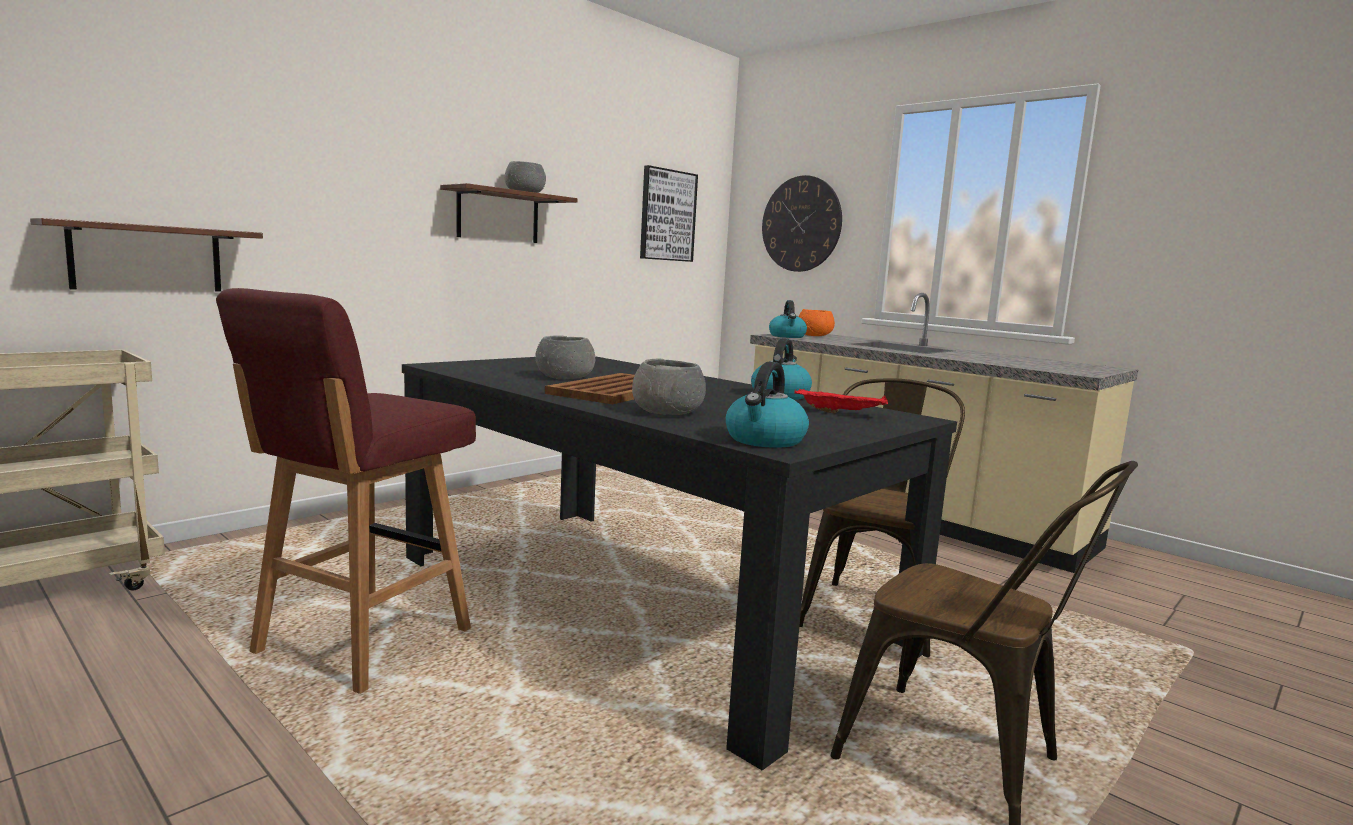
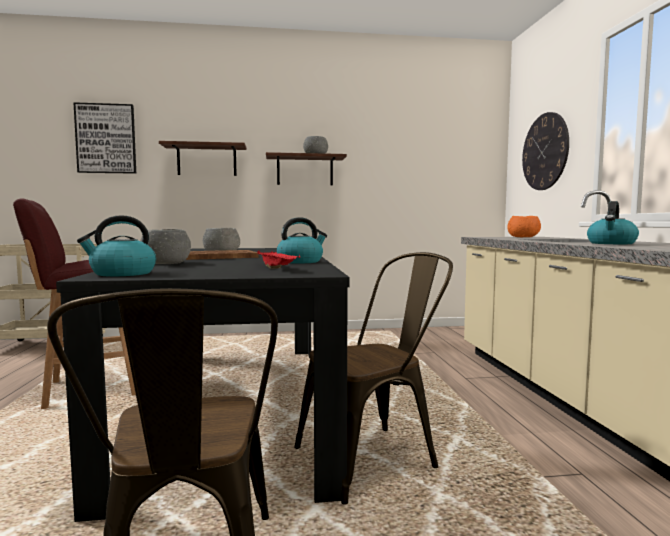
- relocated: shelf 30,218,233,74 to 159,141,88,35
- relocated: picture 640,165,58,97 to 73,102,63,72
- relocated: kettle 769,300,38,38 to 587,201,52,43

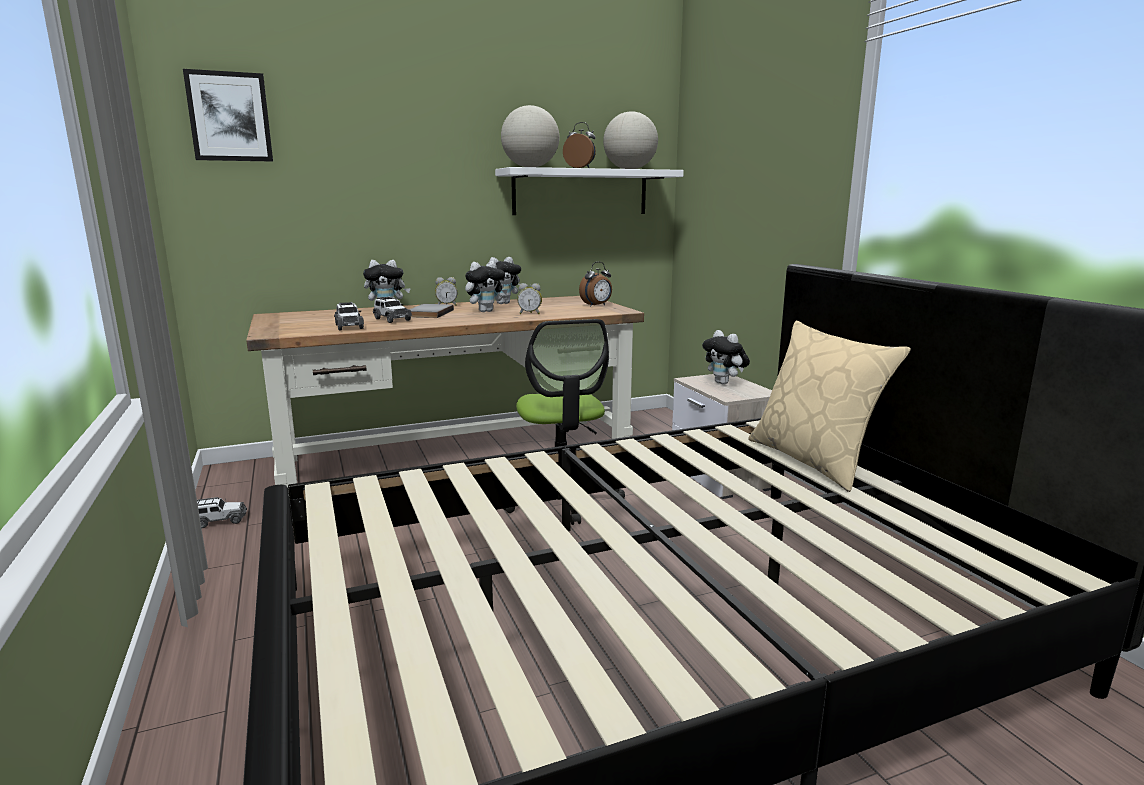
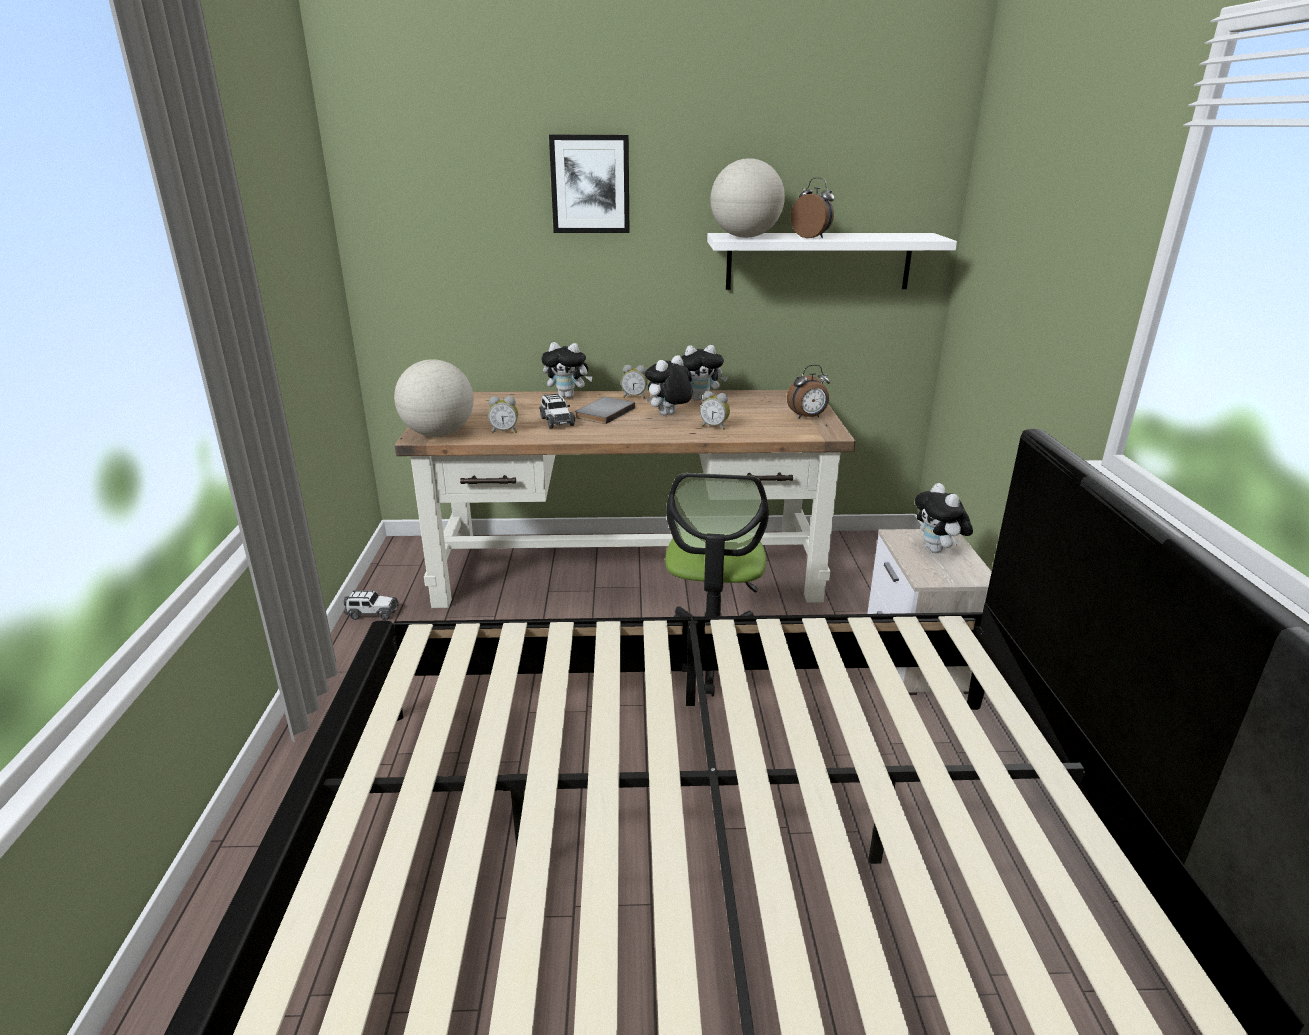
- relocated: picture 183,69,90,93 to 549,135,80,98
- exchanged: toy_car 334,302,30,28 to alarm_clock 488,396,30,37
- spun: plush_toy 465,261,42,51 = 645,355,48,61 150 degrees clockwise
- relocated: globe 603,111,55,58 to 394,359,80,78
- missing: beige_pillow 748,321,163,171

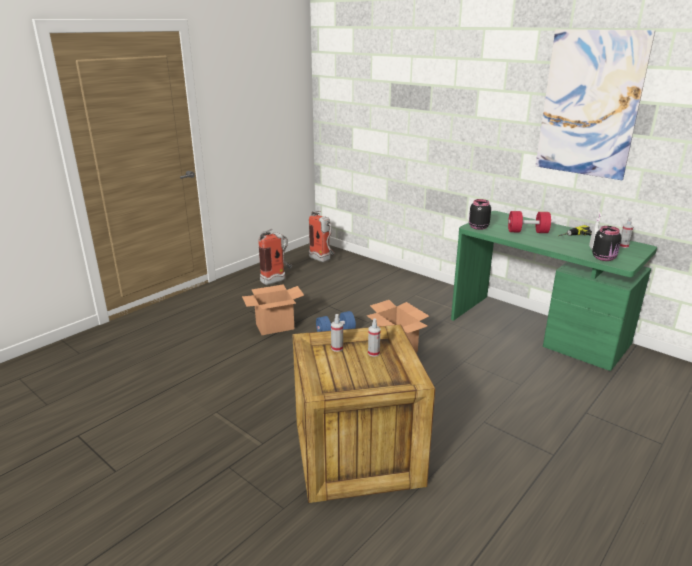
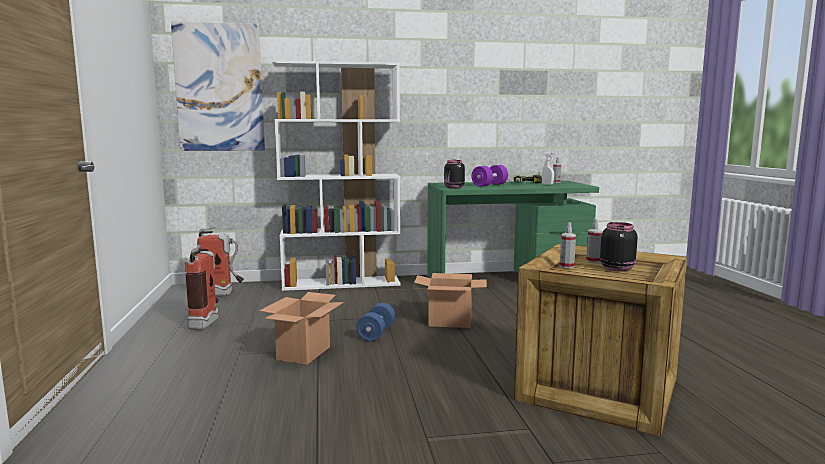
- colour: red_dumbbell 508,211,43,22 to purple_dumbbell 471,165,37,22
- relocated: picture 535,29,120,151 to 171,21,94,130
- relocated: black_jar 592,226,29,35 to 600,222,38,49
- appeared: white_bookcase 272,60,129,231

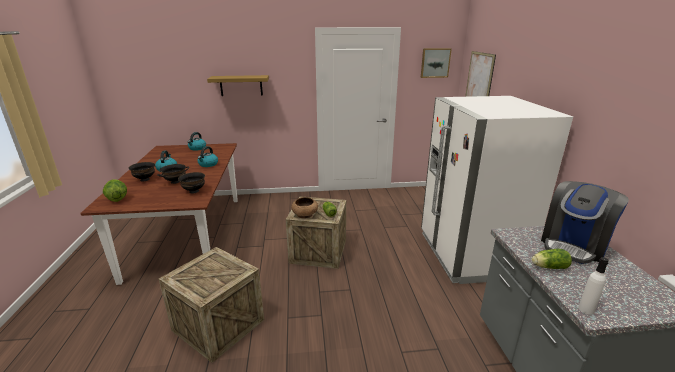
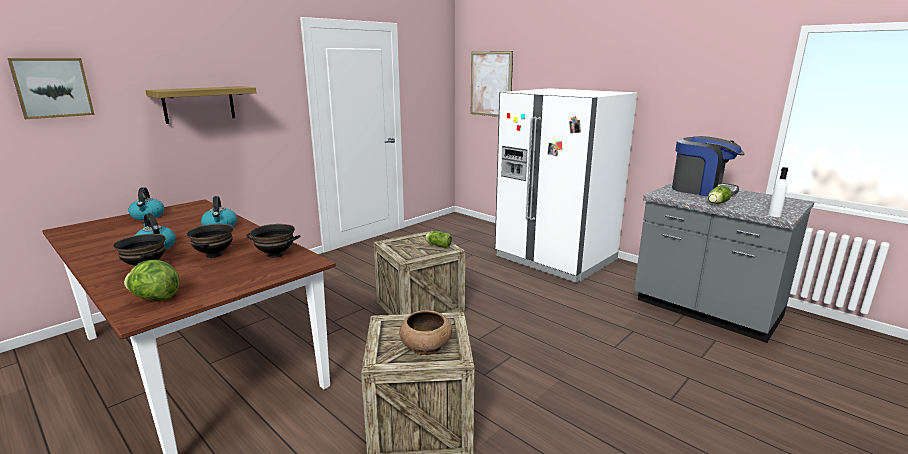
- relocated: brown_bowl 291,197,27,22 to 399,310,53,45
- relocated: picture 421,48,31,30 to 7,58,88,61
- spun: coffee_machine 541,181,88,83 = 672,136,73,61 60 degrees counterclockwise

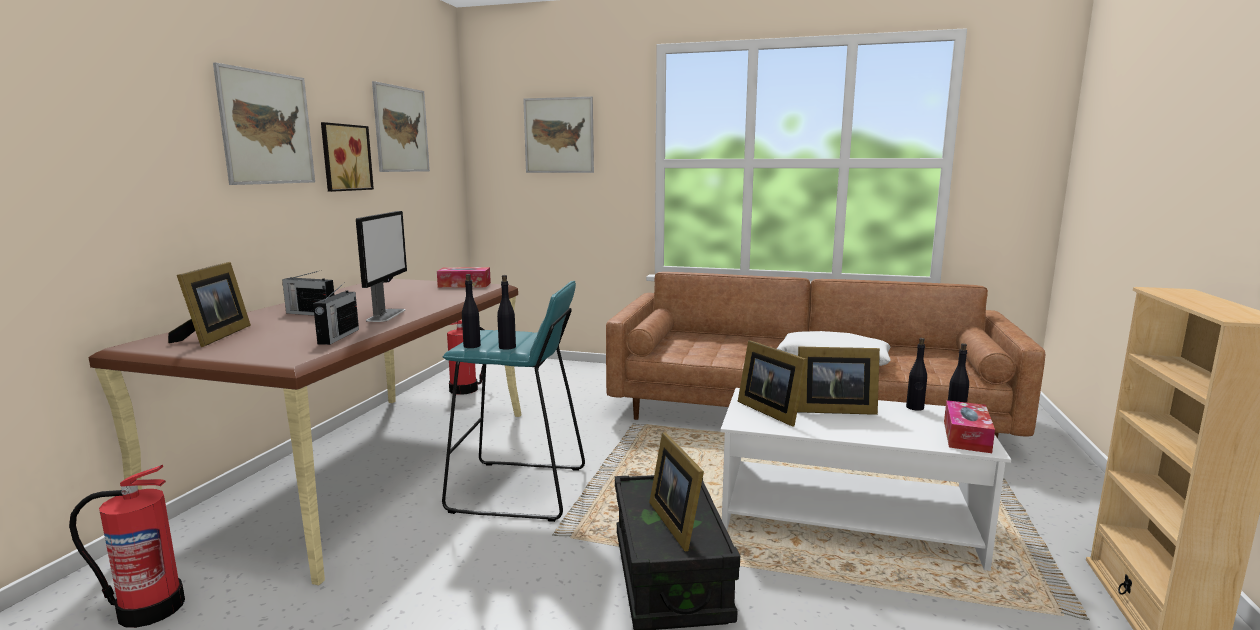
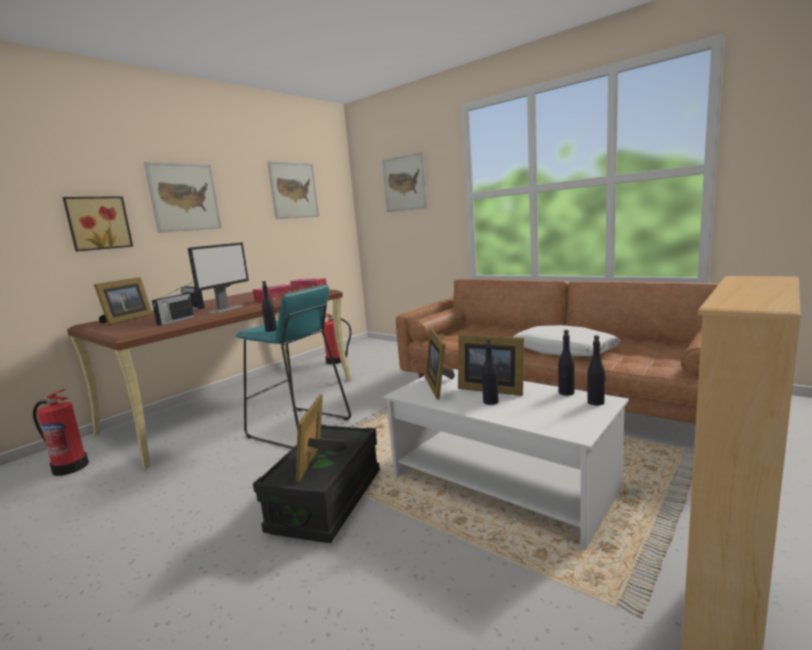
- relocated: picture 321,122,53,70 to 63,196,70,56
- relocated: black_bottle 462,274,19,74 to 482,338,17,67
- relocated: tissue_box 944,400,51,53 to 253,284,41,19

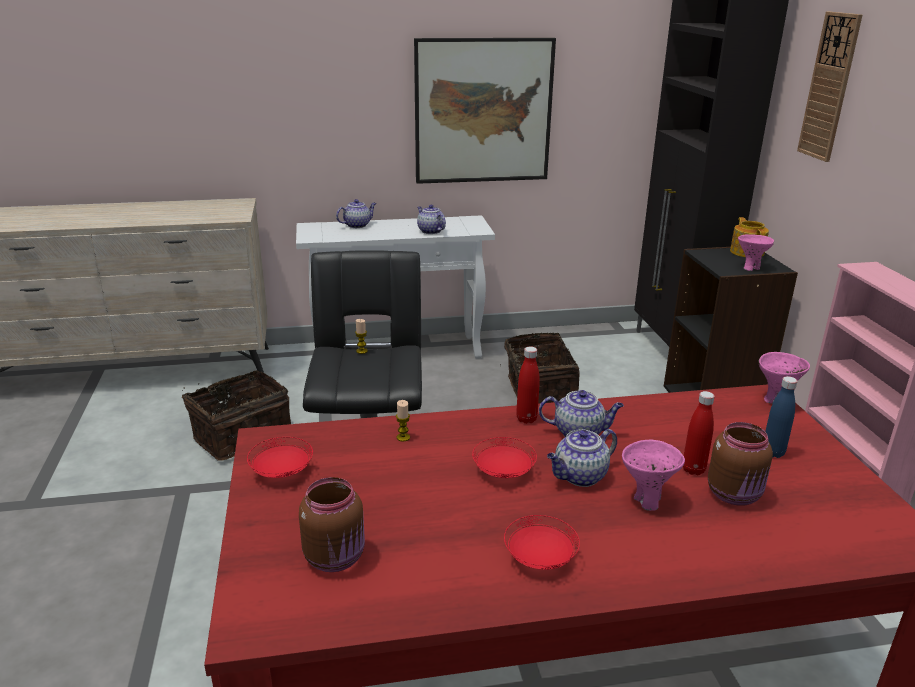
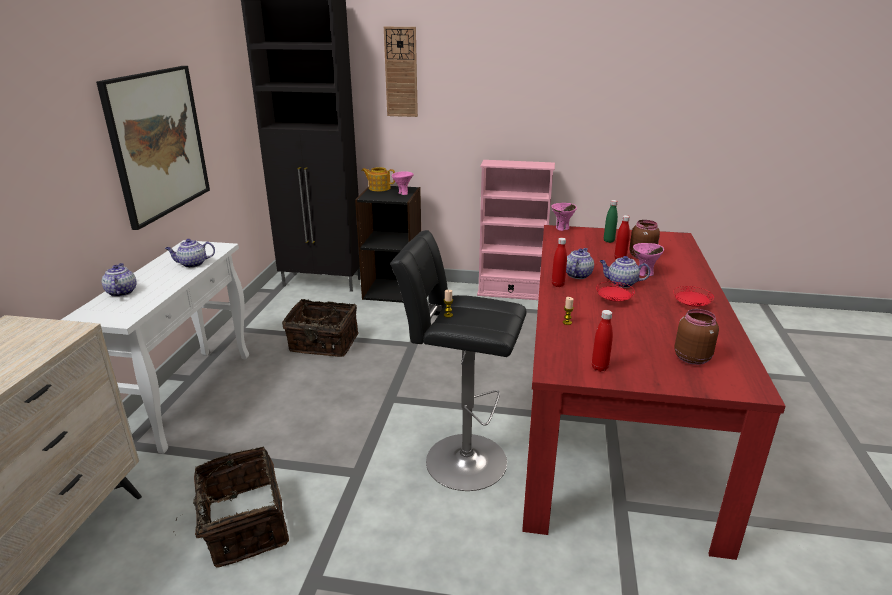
- exchanged: red_plate 247,437,66,41 to red_bottle 592,310,21,62
- spun: teapot 547,429,70,58 = 600,256,51,32 120 degrees clockwise
- colour: blue_bottle 765,376,32,82 to green_bottle 604,200,14,43

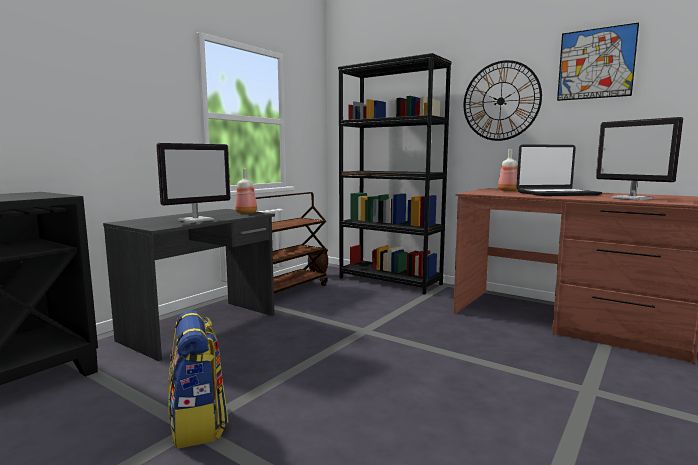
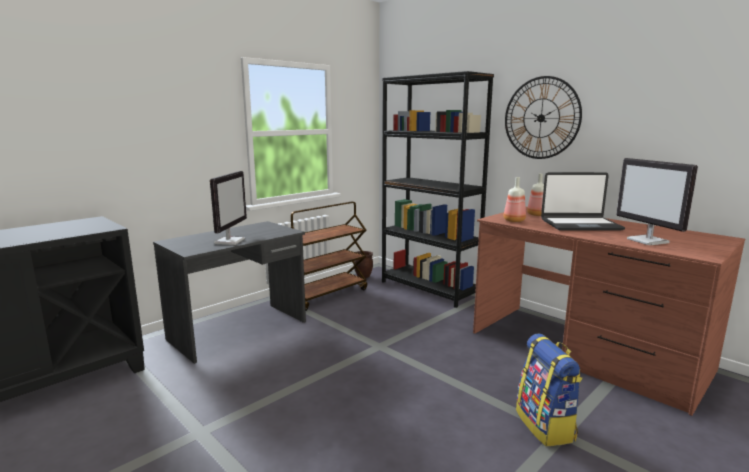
- spun: monitor 156,143,74,80 = 210,171,37,74 45 degrees counterclockwise
- relocated: backpack 168,310,60,139 to 516,334,67,112
- relocated: bottle 235,169,22,45 to 504,177,22,45
- missing: picture 557,23,82,78

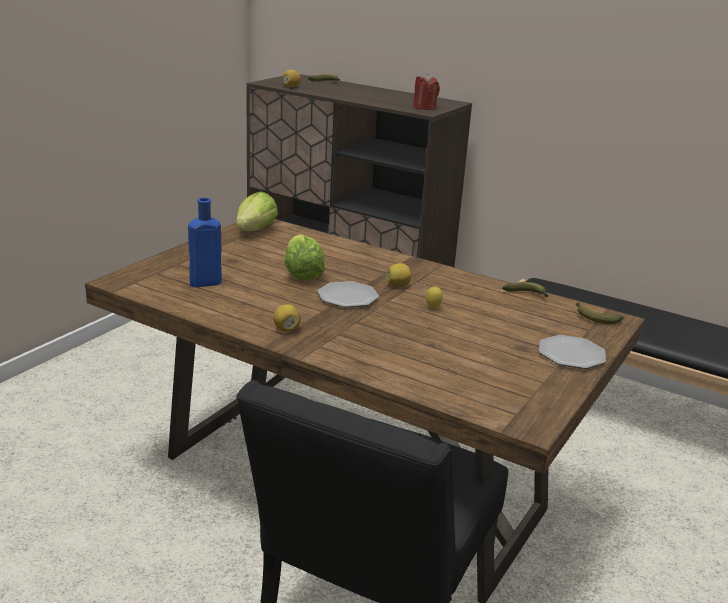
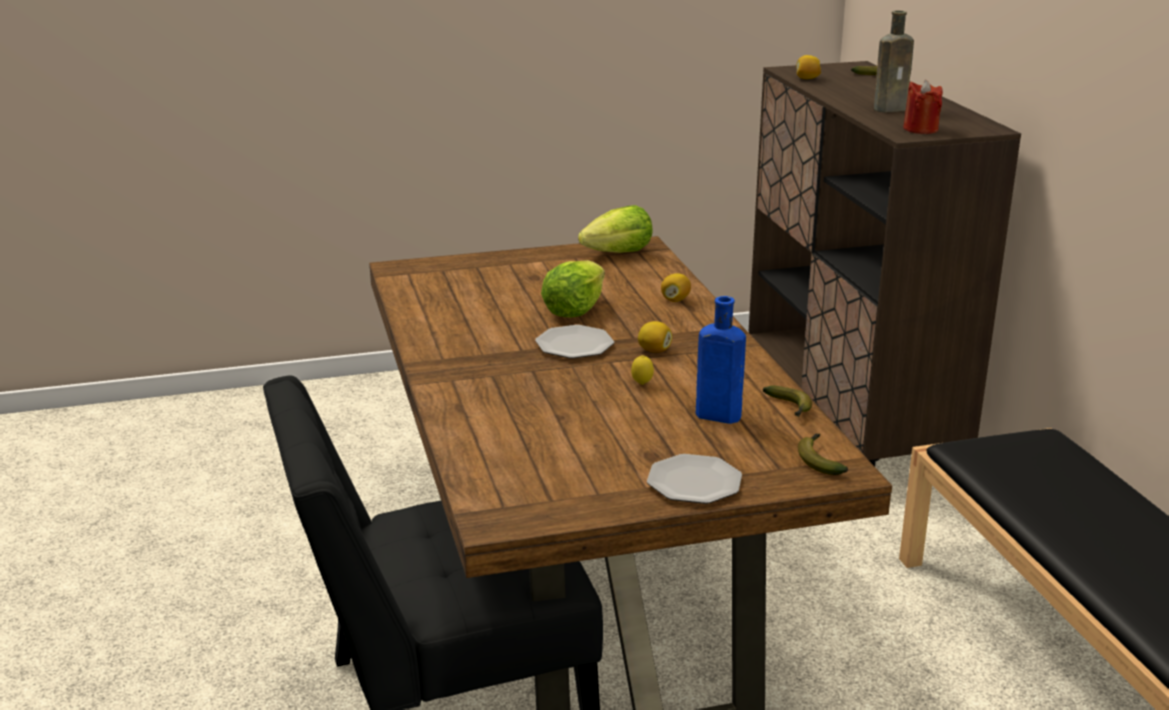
- relocated: blue_bottle 188,198,34,89 to 696,296,50,128
- relocated: lemon 273,305,28,27 to 661,273,30,29
- appeared: brown_bottle 874,10,40,103

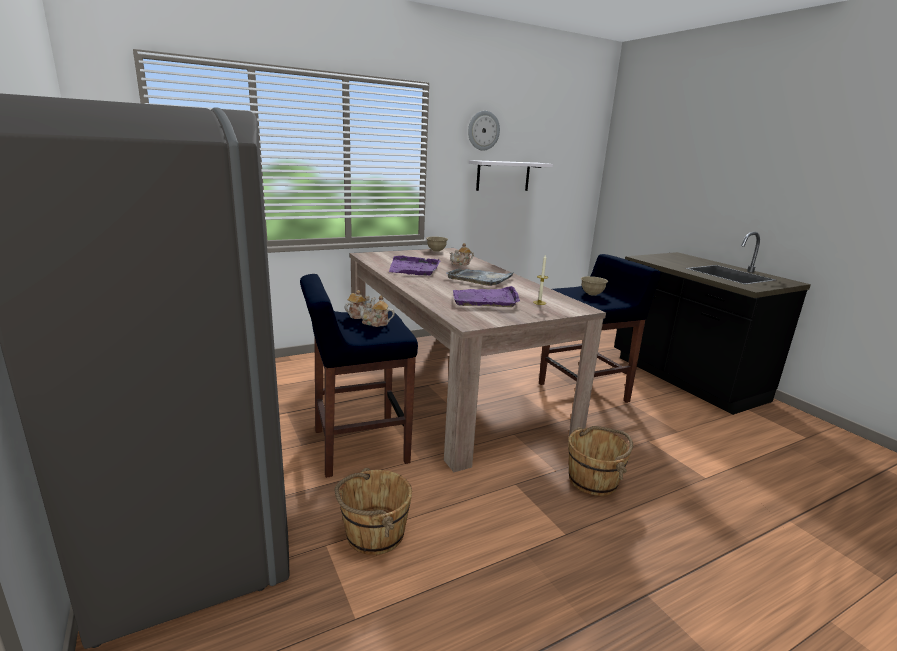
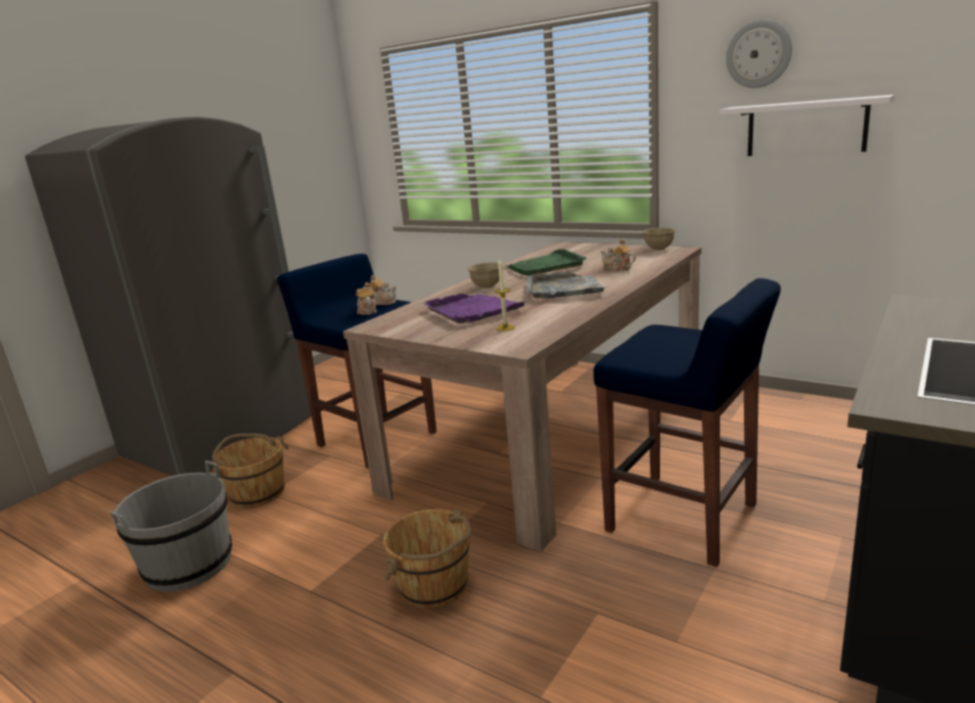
- colour: purple_tray 389,256,51,19 to green_tray 505,249,81,27
- relocated: beige_bowl 581,276,27,20 to 467,262,36,26
- appeared: grey_bucket 110,461,122,131

